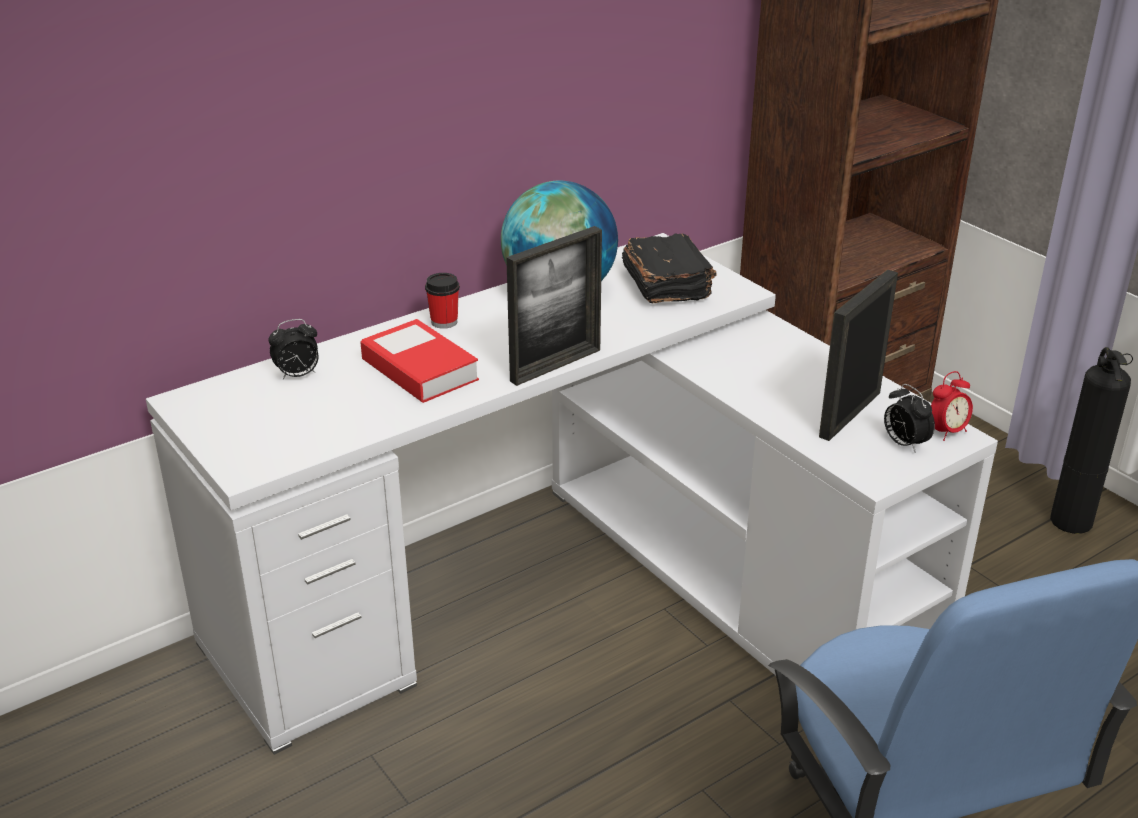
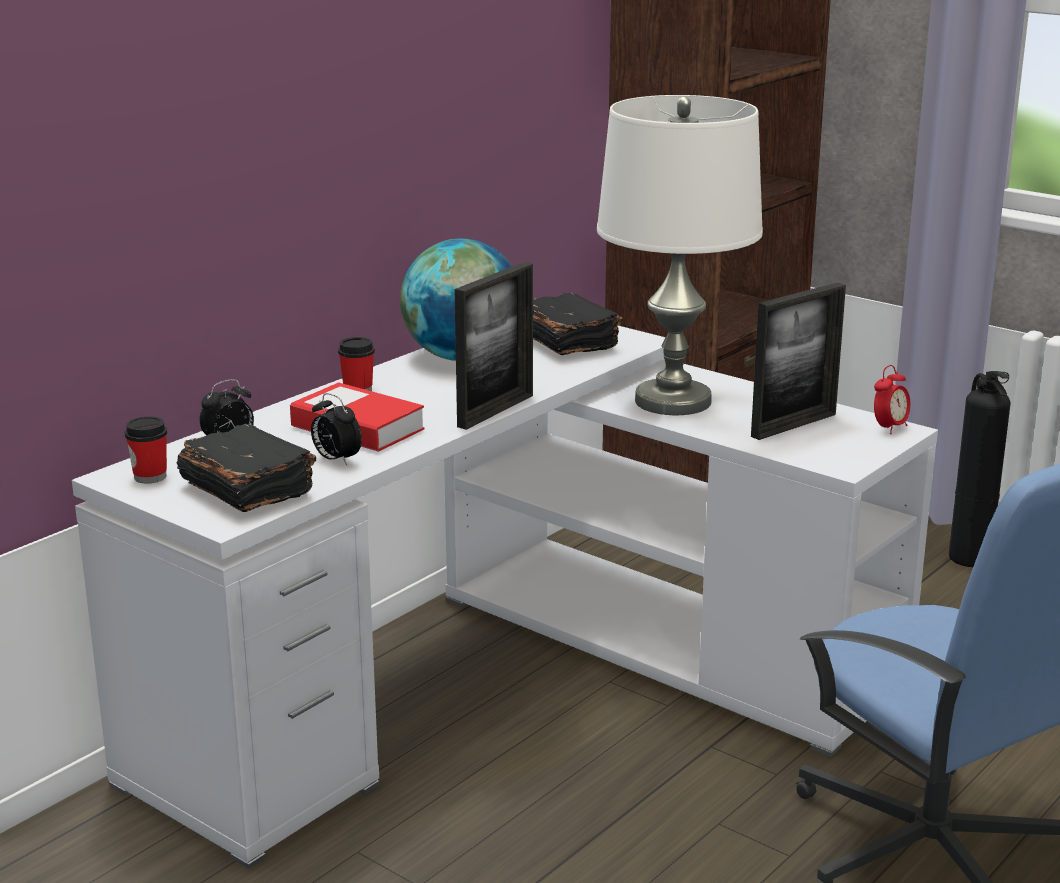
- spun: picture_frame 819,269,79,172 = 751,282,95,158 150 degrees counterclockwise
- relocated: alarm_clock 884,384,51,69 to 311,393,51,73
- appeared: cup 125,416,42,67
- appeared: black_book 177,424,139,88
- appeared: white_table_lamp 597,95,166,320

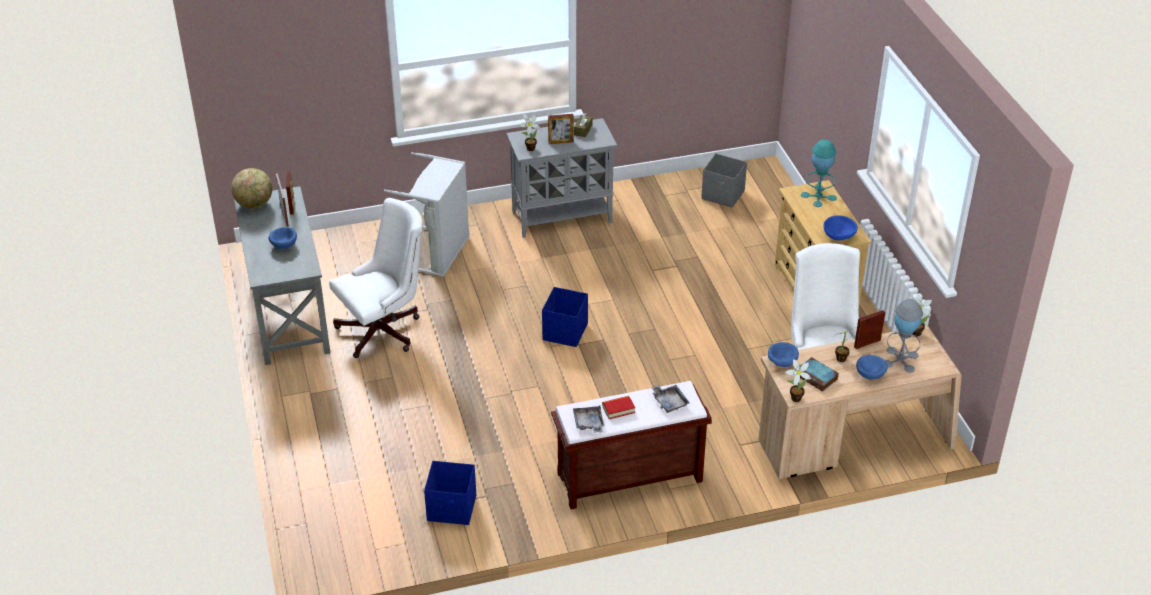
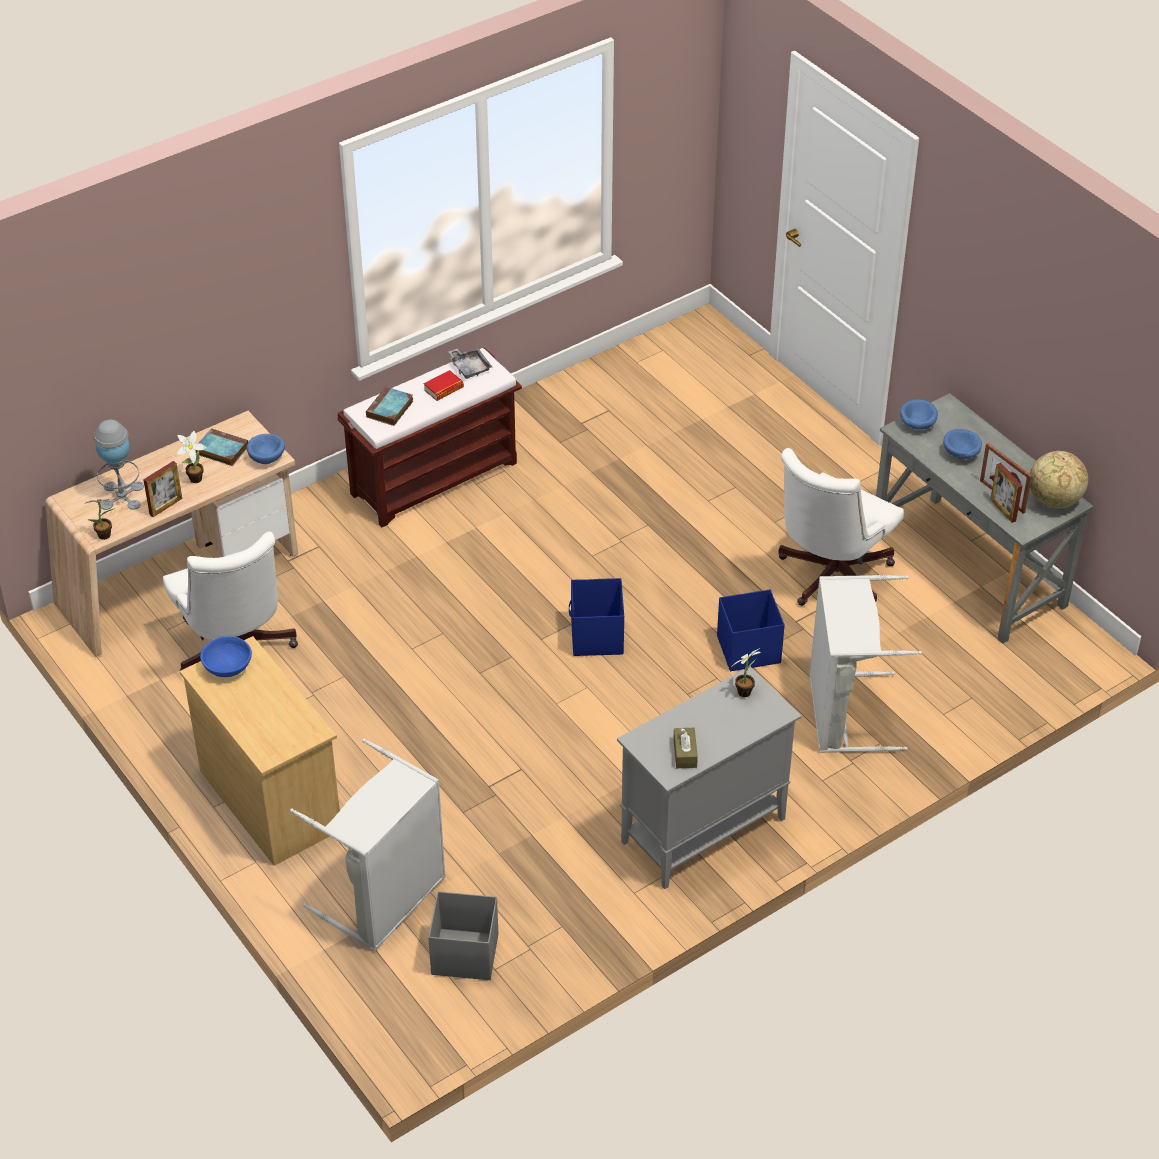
- relocated: blue_storage_box 424,461,52,64 to 717,589,68,82
- missing: picture_frame 548,114,26,30
- exchanged: grey_tray 651,385,39,28 to book 366,387,47,39
- missing: potted_plant 785,359,26,43
- missing: turquoise_table_lamp 801,140,36,67
- relocated: blue_bowl 856,355,32,25 to 900,399,38,31
- appeared: grey_laundry_basket 290,739,156,212

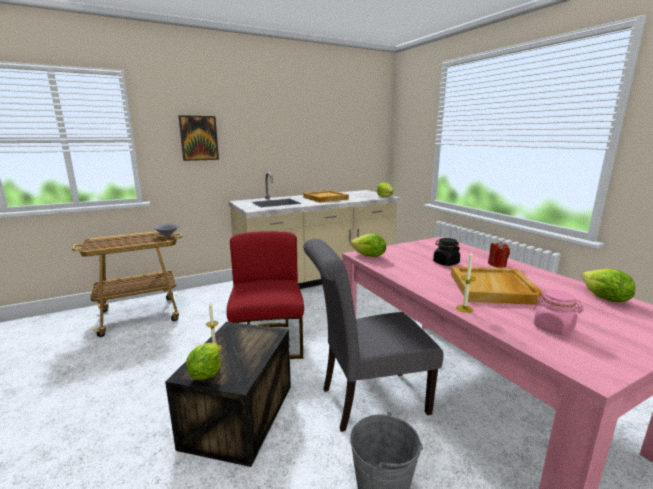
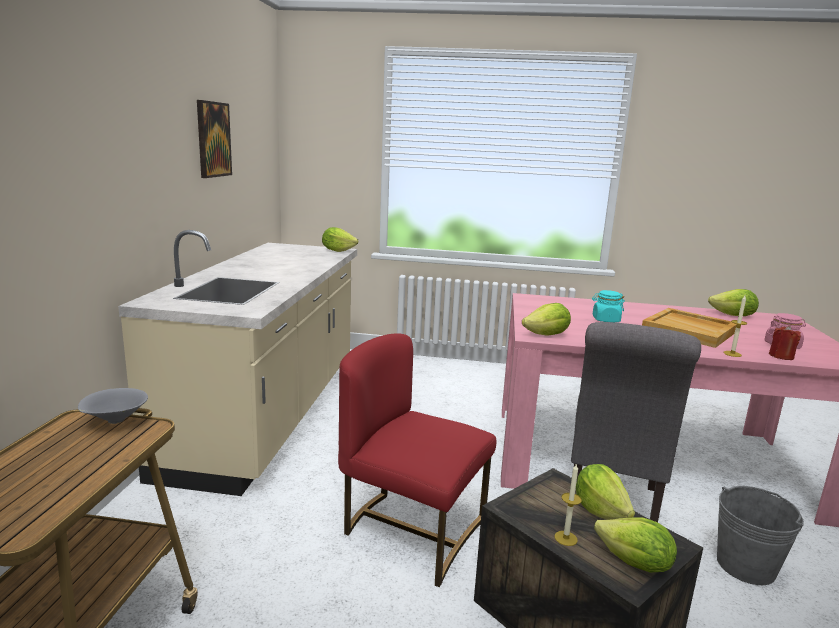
- relocated: picture 178,115,41,46 to 197,100,35,78
- missing: beige_tray 303,190,46,12
- colour: black_jar 433,238,27,28 to turquoise_jar 592,290,33,32
- relocated: red_candle 488,242,22,26 to 769,325,32,35
- appeared: lettuce 576,464,59,56

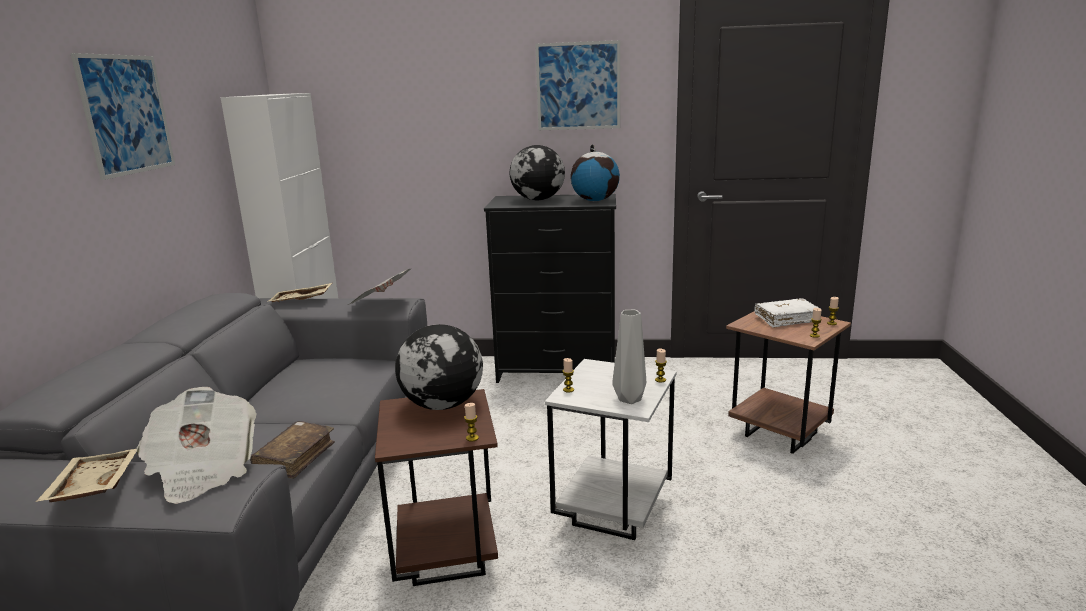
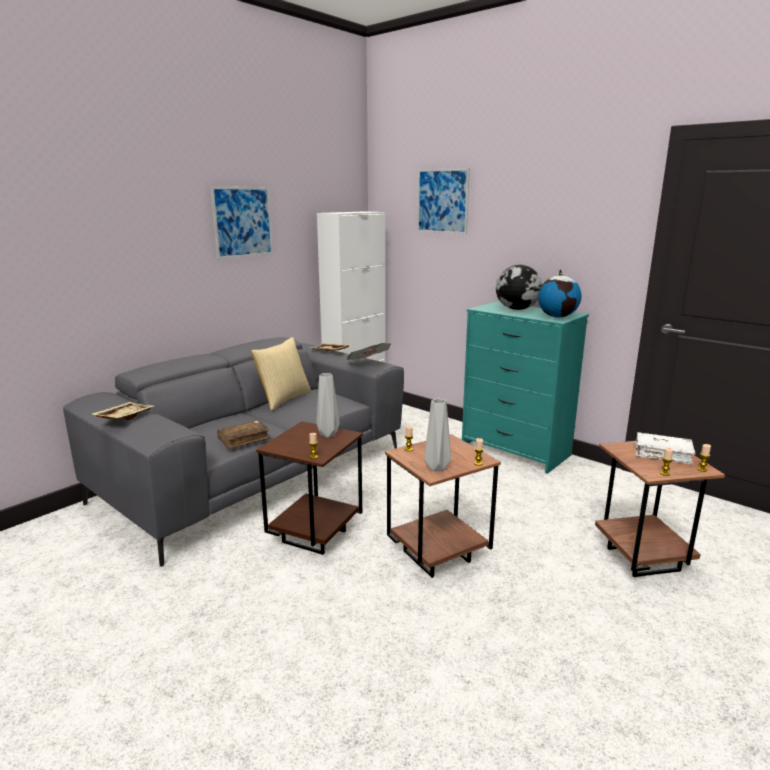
- missing: newspaper 136,387,121,117
- exchanged: globe 395,324,88,86 to grey_vase 316,373,24,65
- colour: black_dresser 484,194,132,189 to turquoise_dresser 462,302,127,172
- relocated: picture 535,40,85,90 to 417,168,53,66
- colour: white_side_table 545,359,131,181 to brown_side_table 385,434,116,144
- appeared: pillow 251,337,60,74

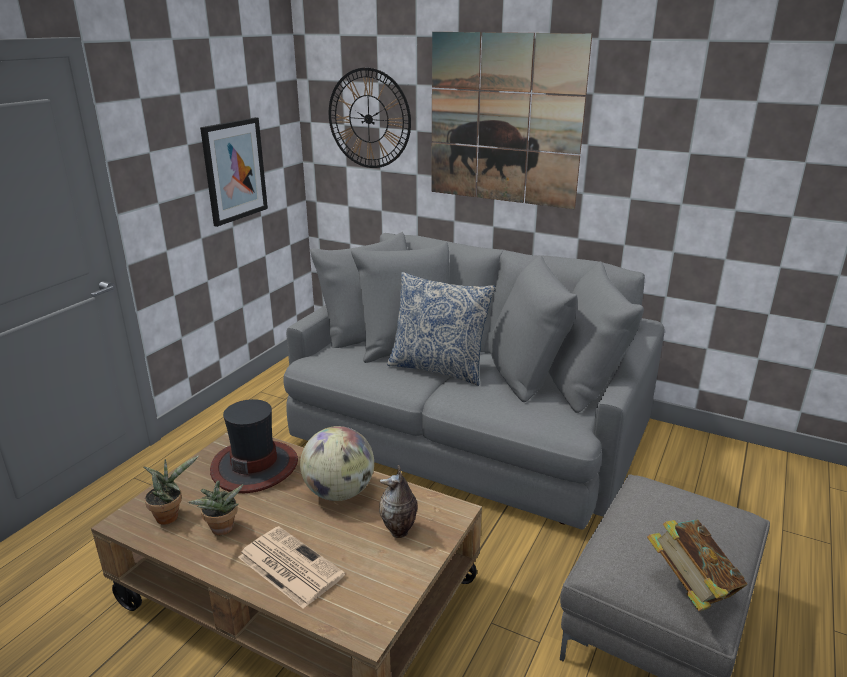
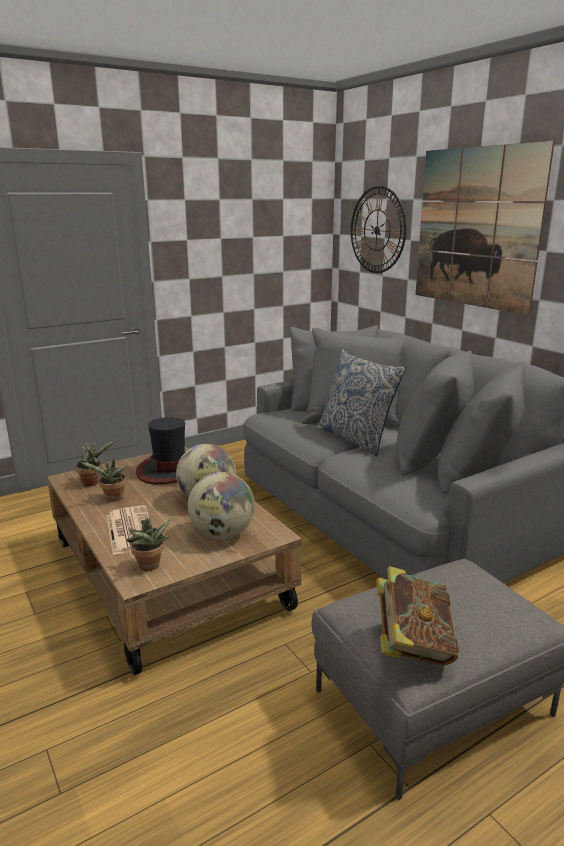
- missing: picture 200,117,68,110
- exchanged: vase 379,465,38,73 to globe 188,472,67,67
- appeared: potted_plant 126,518,45,53

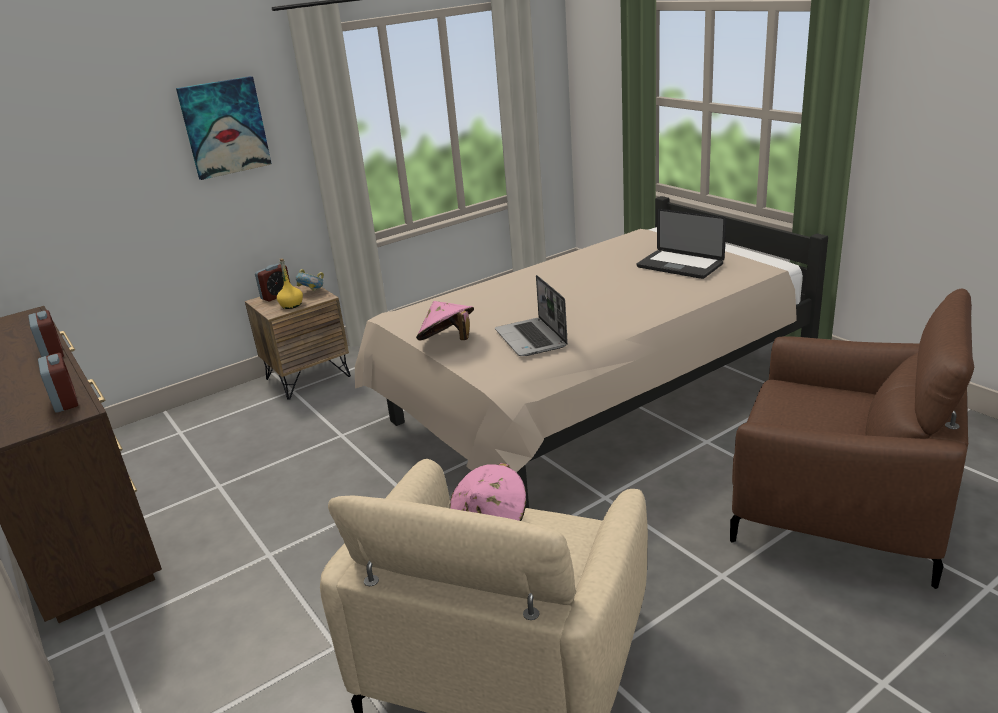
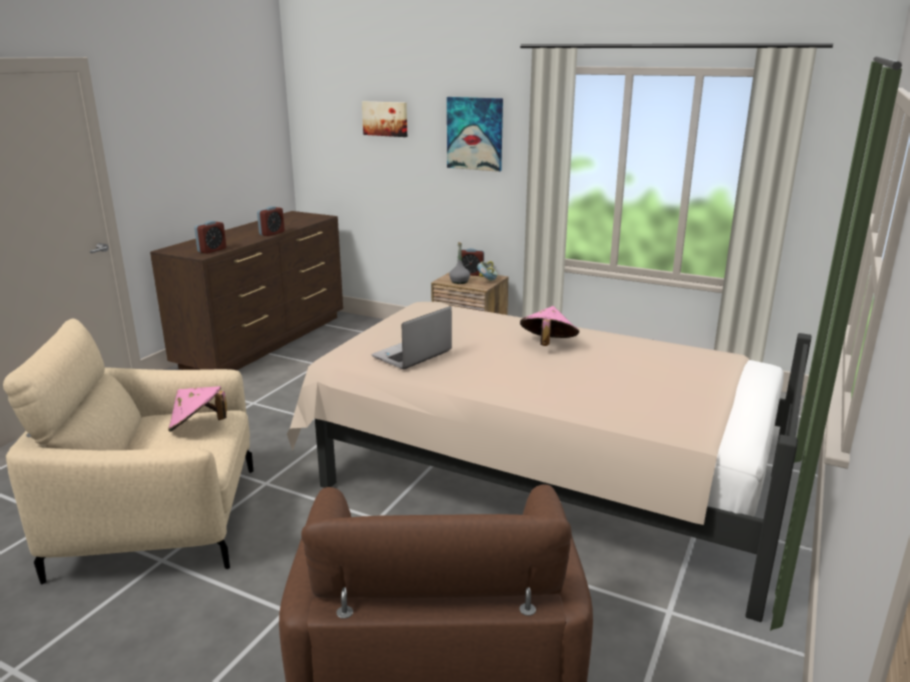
- colour: yellow_bottle 277,258,26,51 to grey_bottle 449,242,21,42
- relocated: pink_hat 416,301,58,40 to 520,306,59,40
- missing: laptop 637,208,89,71
- appeared: picture 362,101,45,36

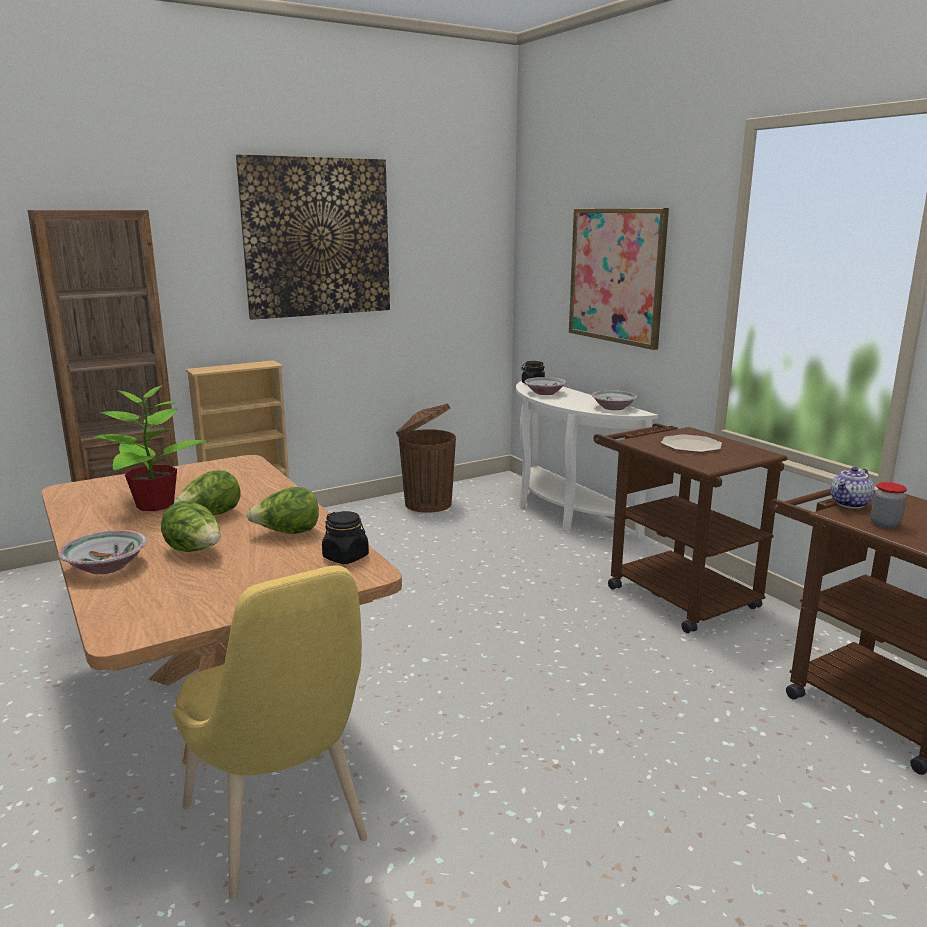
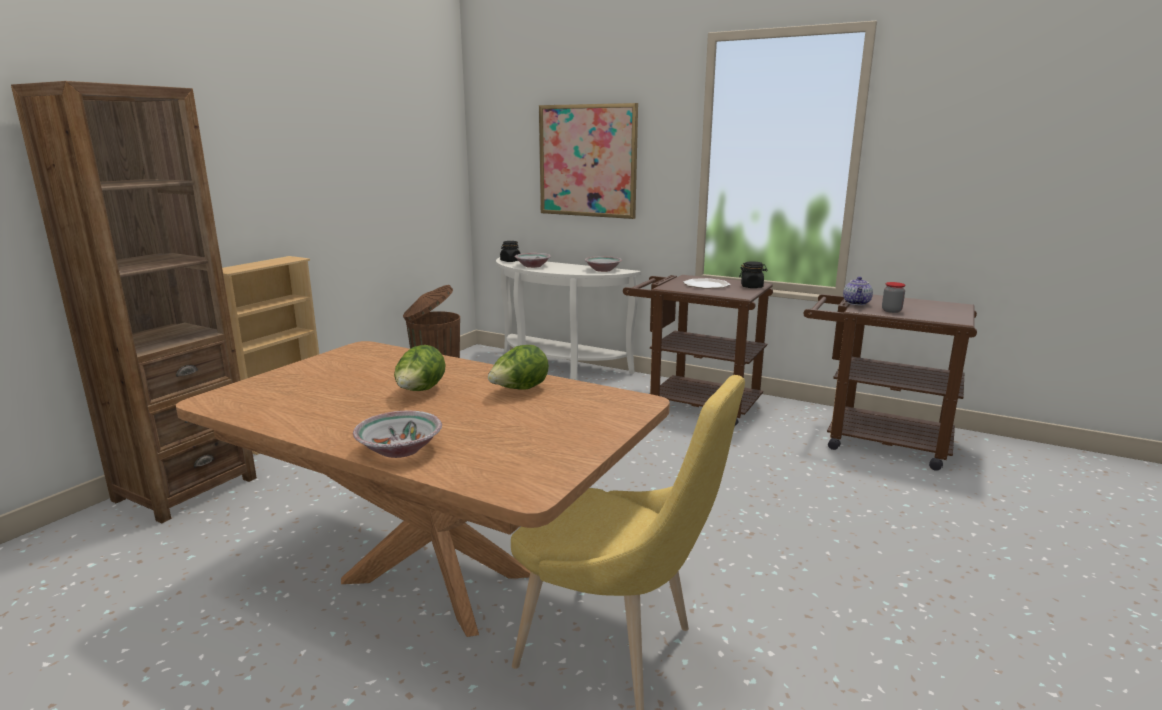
- missing: potted_plant 93,385,115,126
- missing: lettuce 161,501,60,51
- missing: picture 236,154,154,166
- relocated: black_jar 322,511,47,53 to 739,261,29,27

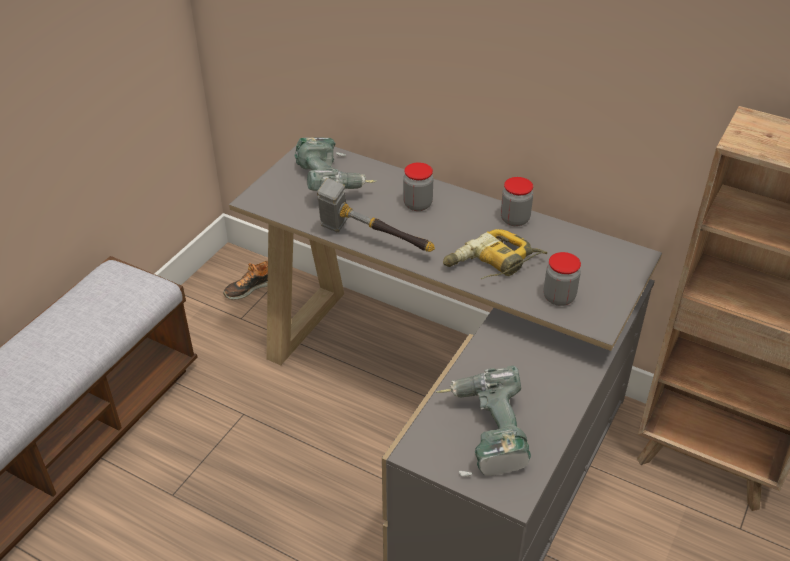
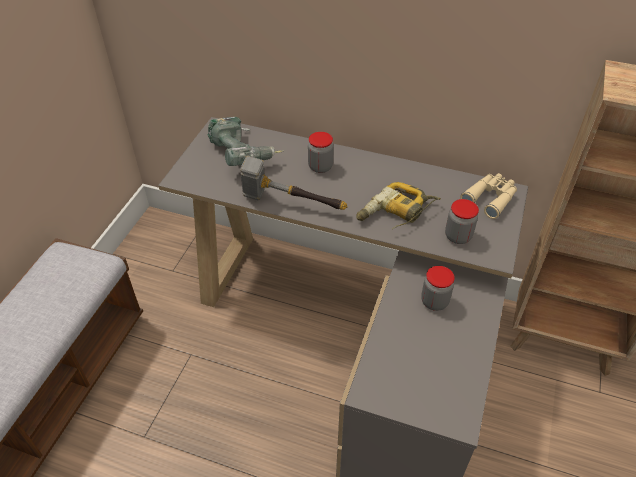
- missing: shoe 223,261,45,38
- missing: power_drill 436,366,95,111
- relocated: jar 501,177,32,49 to 421,266,34,45
- appeared: beige_binoculars 460,173,57,46

